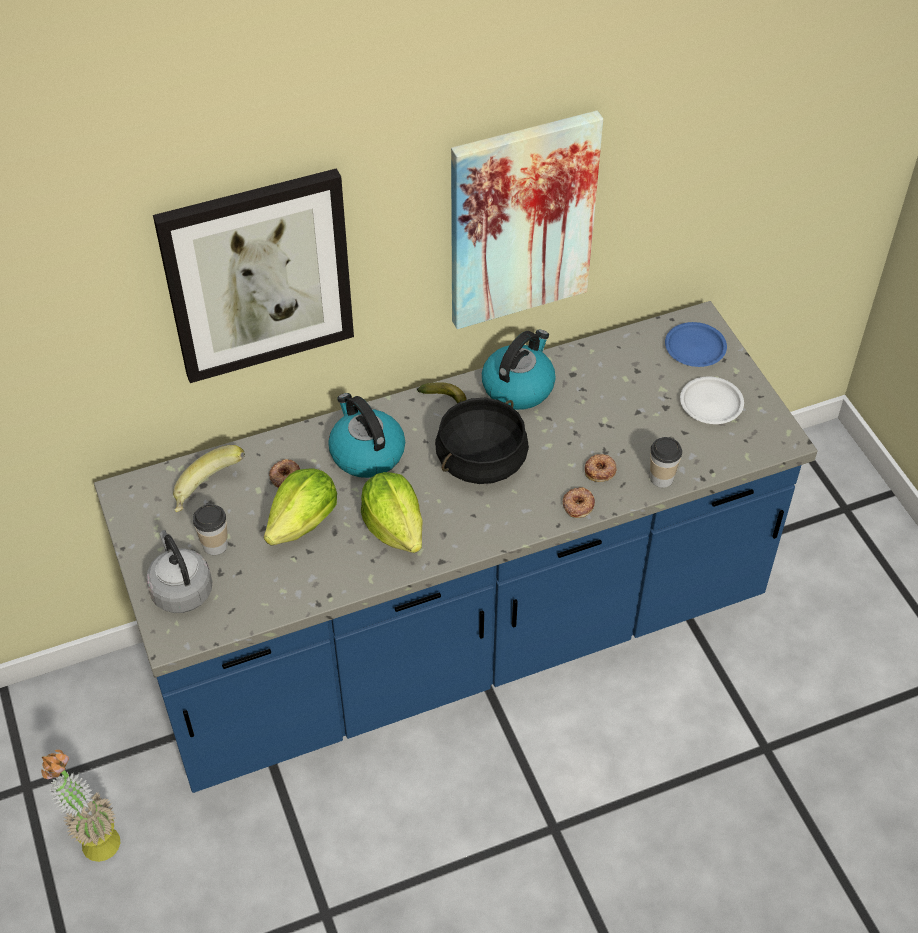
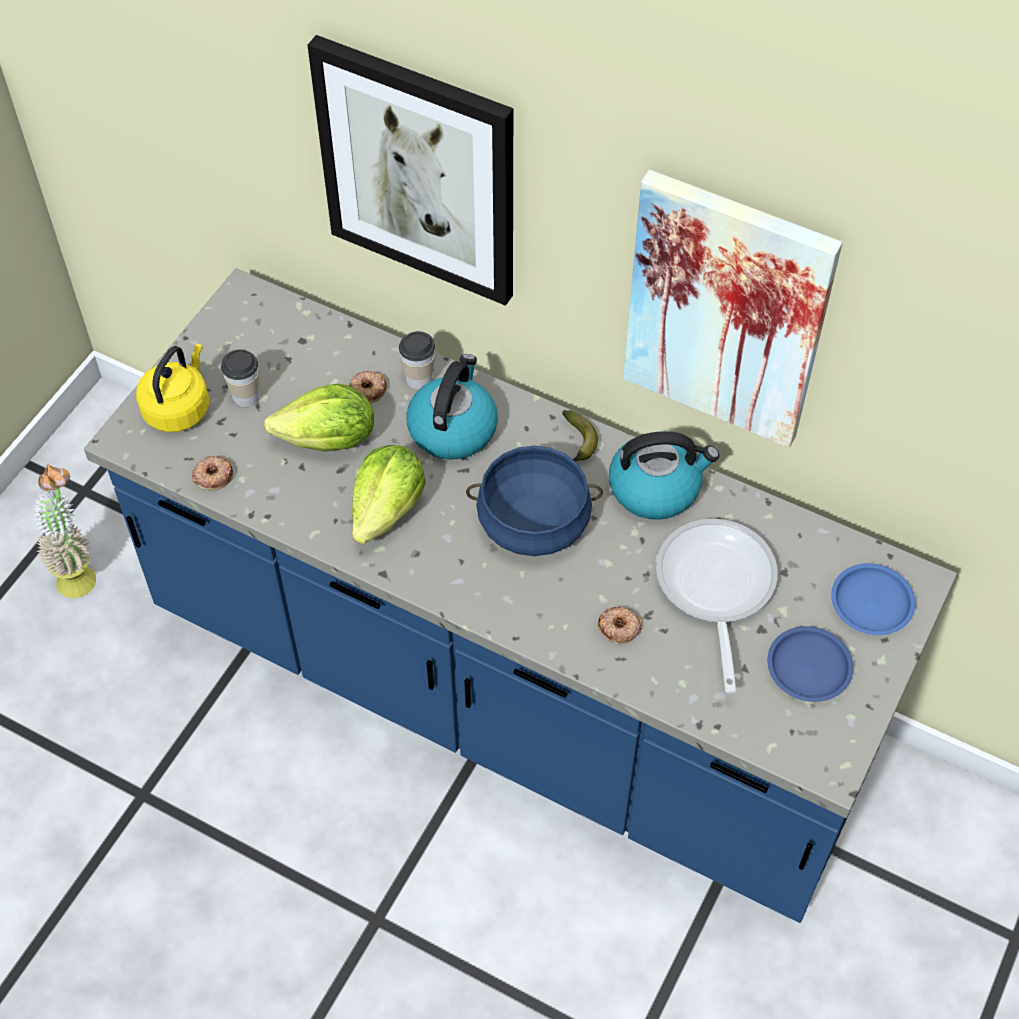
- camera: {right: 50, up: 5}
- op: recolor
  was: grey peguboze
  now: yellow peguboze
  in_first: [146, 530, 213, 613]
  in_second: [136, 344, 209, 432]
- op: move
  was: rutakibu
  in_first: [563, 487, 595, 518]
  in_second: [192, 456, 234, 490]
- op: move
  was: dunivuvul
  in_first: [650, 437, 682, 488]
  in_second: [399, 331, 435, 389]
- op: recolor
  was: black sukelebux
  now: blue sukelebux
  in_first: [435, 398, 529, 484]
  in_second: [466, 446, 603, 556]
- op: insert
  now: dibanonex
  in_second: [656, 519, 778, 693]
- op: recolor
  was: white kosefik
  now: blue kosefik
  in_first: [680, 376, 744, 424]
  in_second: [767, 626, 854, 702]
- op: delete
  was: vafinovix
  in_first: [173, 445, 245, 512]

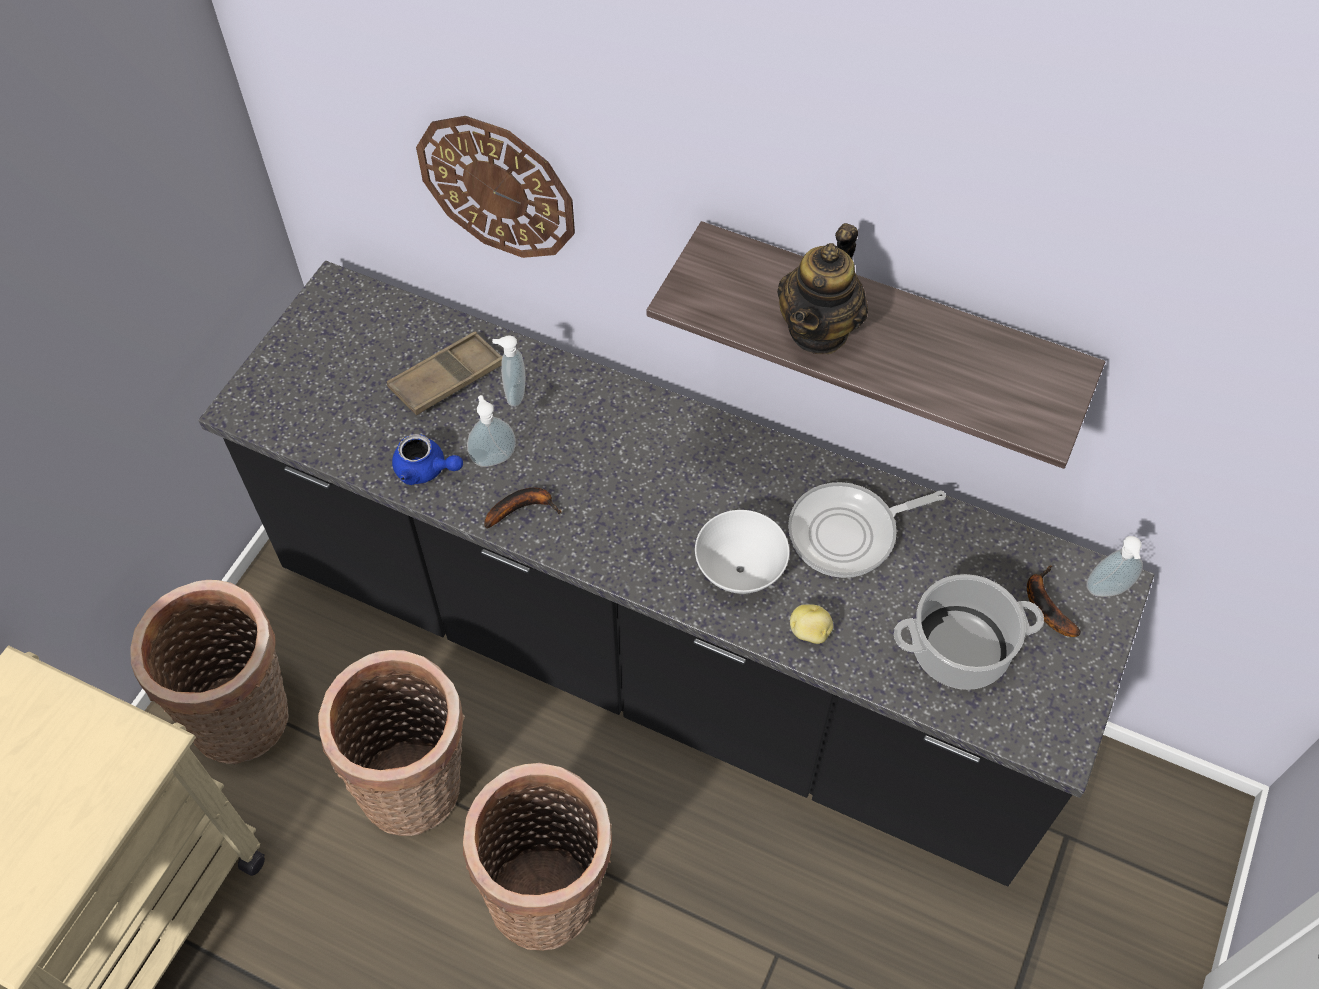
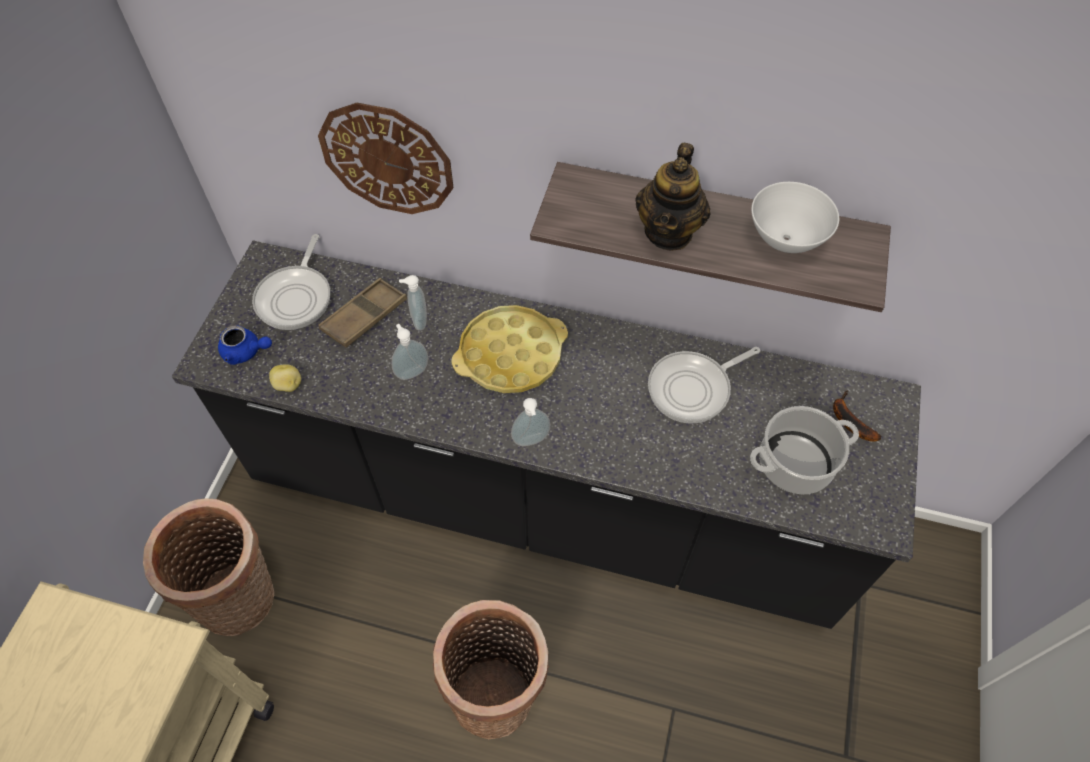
- camera: {right: -10, up: 0}
- op: move
  was: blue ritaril
  in_first: [392, 434, 463, 485]
  in_second: [218, 325, 272, 365]
- op: insert
  now: dibanonex
  in_second: [252, 234, 330, 330]
- op: move
  was: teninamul
  in_first: [790, 604, 833, 644]
  in_second: [269, 364, 301, 392]
- op: insert
  now: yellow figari
  in_second: [451, 305, 568, 393]
- op: move
  was: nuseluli
  in_first: [1086, 536, 1143, 597]
  in_second: [511, 398, 550, 446]
- op: move
  was: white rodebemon
  in_first: [695, 510, 790, 594]
  in_second: [751, 182, 839, 253]
- op: delete
  was: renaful
  in_first: [318, 650, 465, 836]
- op: delete
  was: vafinovix
  in_first: [485, 488, 561, 529]

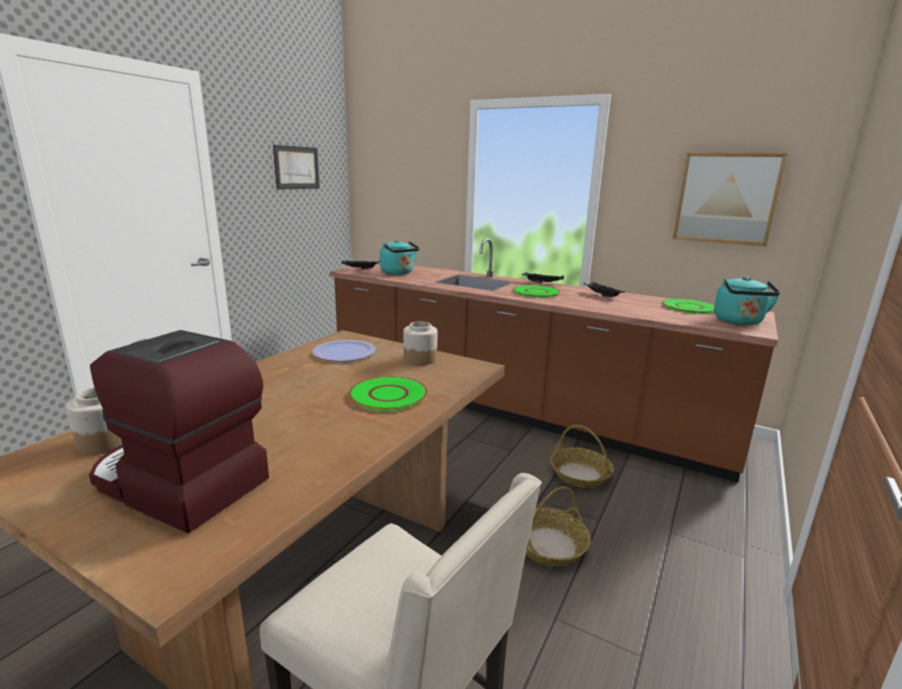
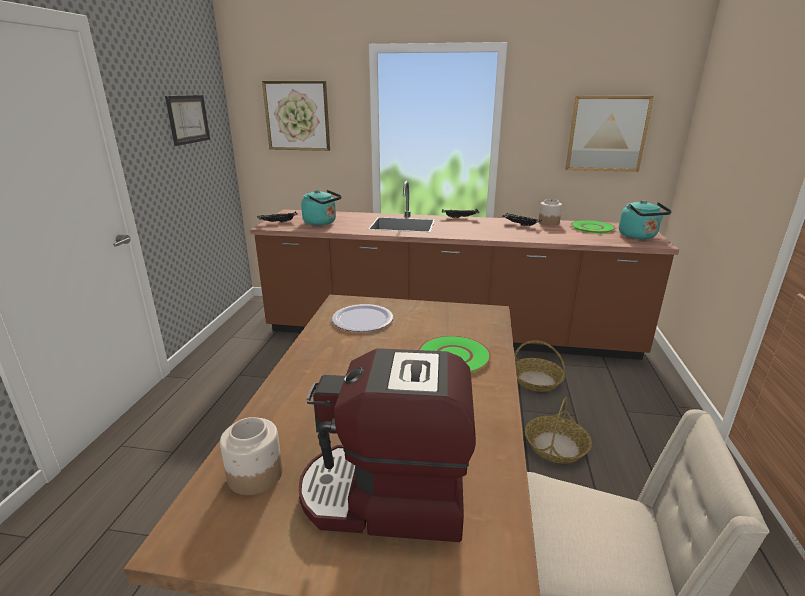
- camera: {right: -20, up: 5}
- op: insert
  now: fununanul
  in_second: [262, 81, 330, 151]
- op: move
  was: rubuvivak
  in_first: [403, 321, 437, 365]
  in_second: [539, 199, 562, 226]
- op: delete
  was: green kosefik
  in_first: [513, 285, 560, 298]

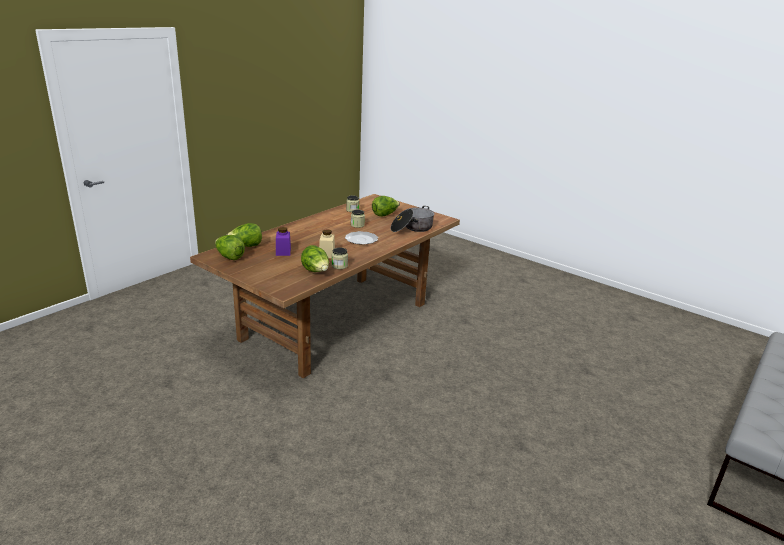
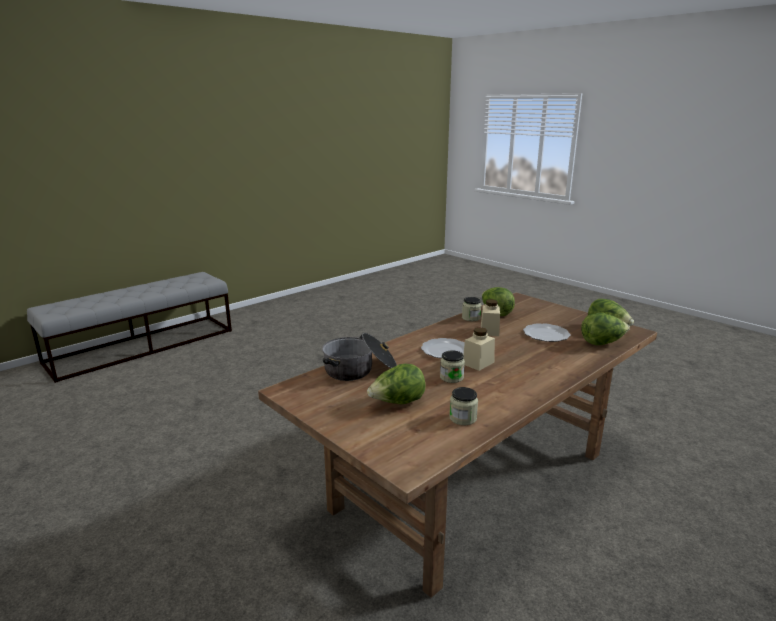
- camera: {right: -170, up: -5}
- op: insert
  now: beige rubuvivak
  in_second: [463, 327, 495, 371]
- op: replace
  was: purple rubuvivak
  now: kosefik
  in_first: [276, 227, 291, 256]
  in_second: [523, 323, 570, 342]

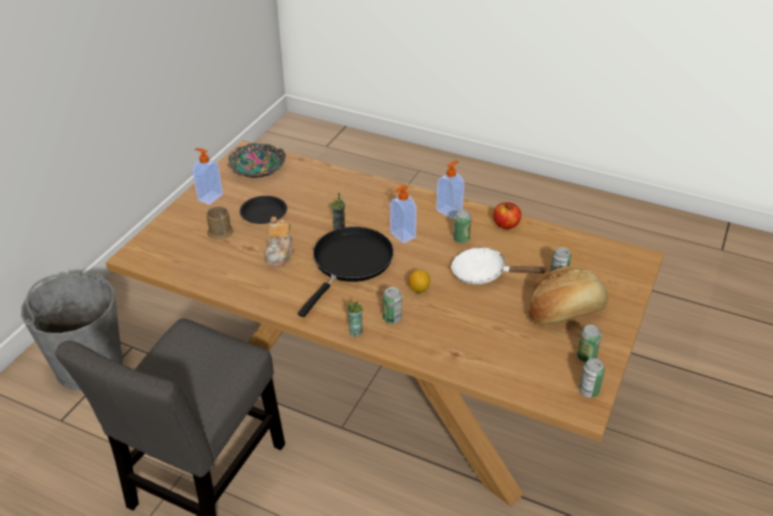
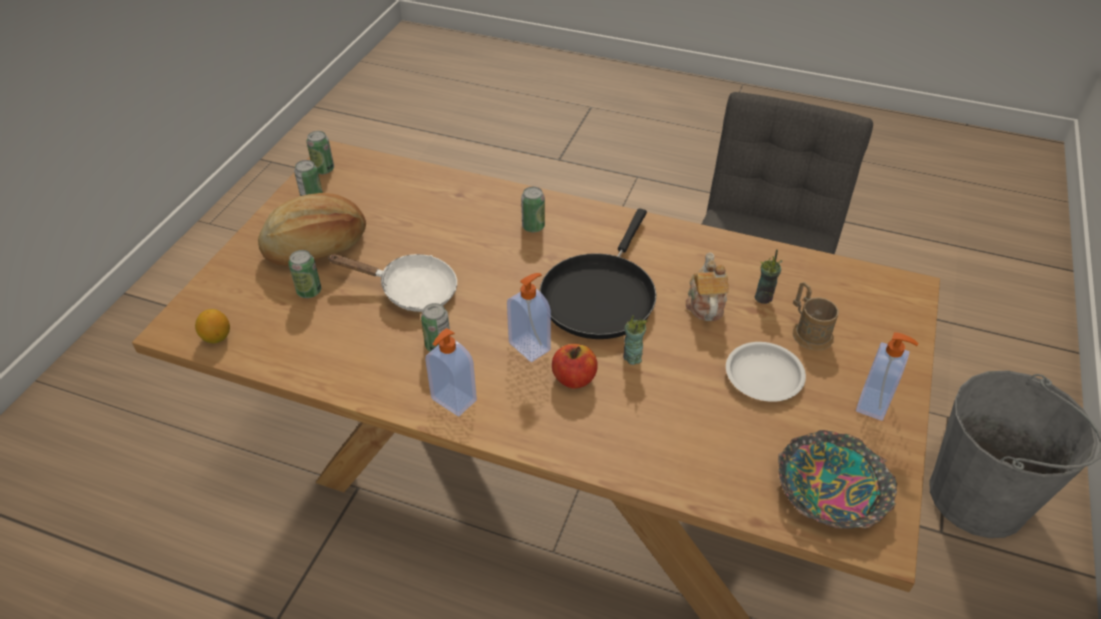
- camera: {right: 175, up: 5}
- op: move
  was: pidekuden
  in_first: [408, 269, 430, 293]
  in_second: [195, 309, 230, 343]
- op: move
  was: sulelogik
  in_first: [493, 202, 521, 229]
  in_second: [552, 344, 598, 389]
- op: recolor
  was: black kosefik
  now: white kosefik
  in_first: [240, 196, 287, 224]
  in_second: [726, 342, 806, 402]
- op: move
  was: dunivuvul
  in_first: [347, 301, 363, 337]
  in_second: [755, 249, 782, 304]

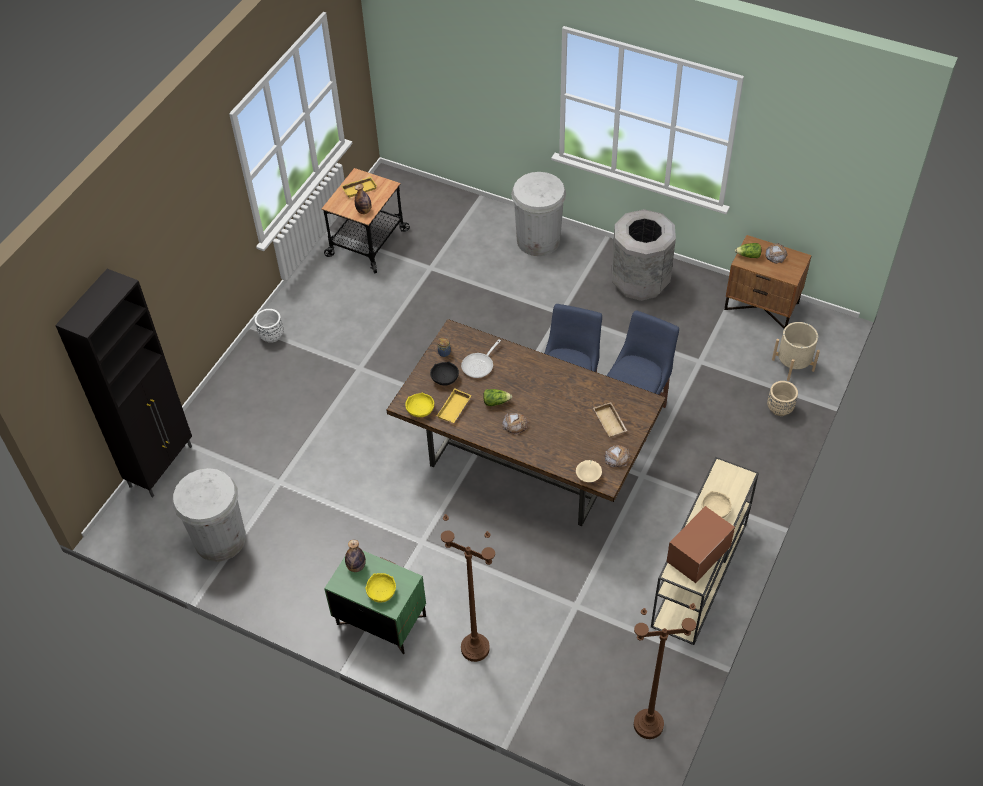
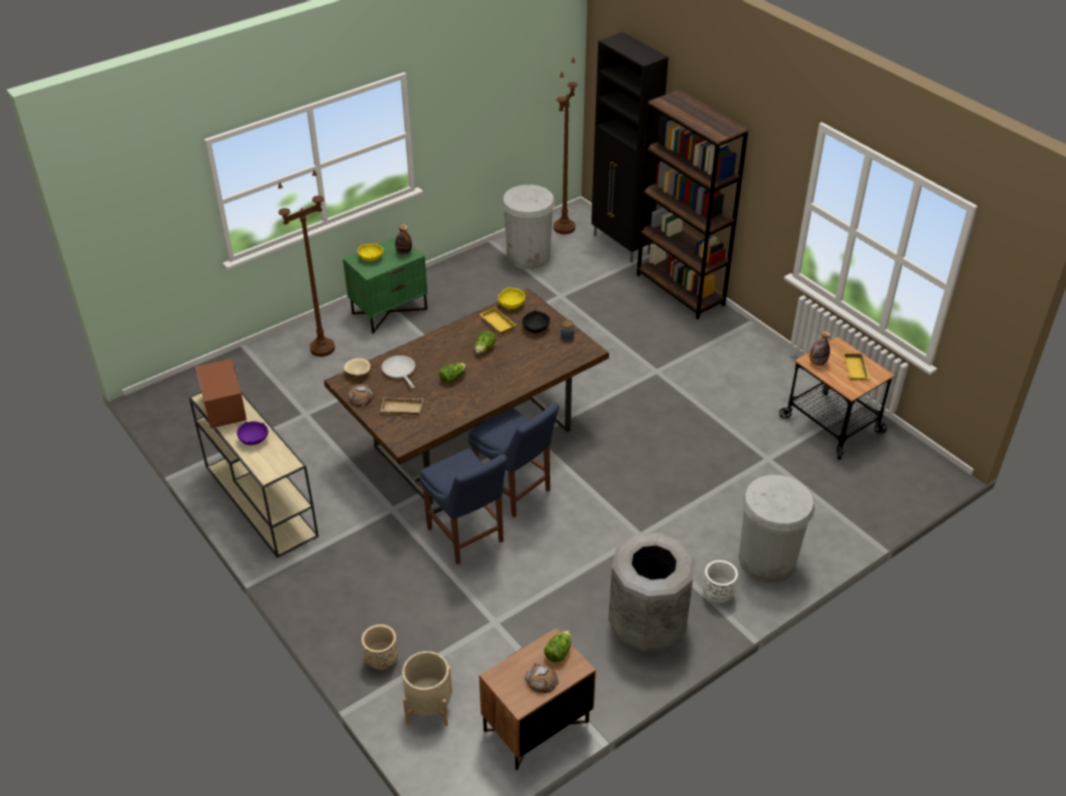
- camera: {right: 115, up: -10}
- op: recolor
  was: beige rodebemon
  now: purple rodebemon
  in_first: [701, 491, 732, 518]
  in_second: [237, 421, 268, 445]
- op: move
  was: dibanonex
  in_first: [461, 339, 501, 378]
  in_second: [382, 355, 415, 388]
- op: insert
  now: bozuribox
  in_second: [439, 363, 466, 384]
- op: move
  was: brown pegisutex
  in_first: [634, 603, 696, 739]
  in_second: [554, 57, 578, 234]
- op: insert
  now: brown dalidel
  in_second: [637, 90, 749, 319]
- op: move
  was: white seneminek
  in_first: [255, 309, 283, 343]
  in_second: [703, 560, 738, 603]
- op: delete
  was: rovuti
  in_first: [502, 413, 529, 435]

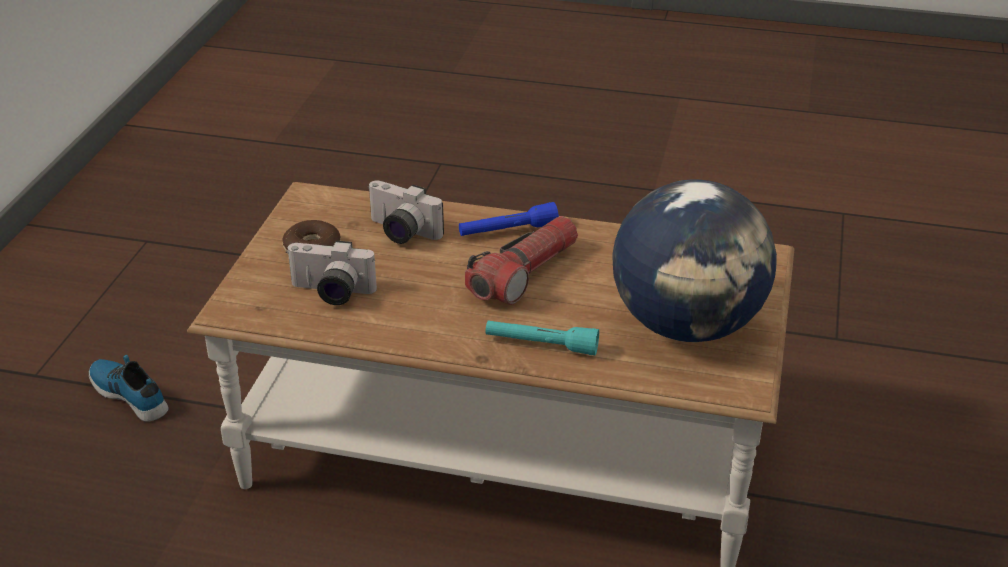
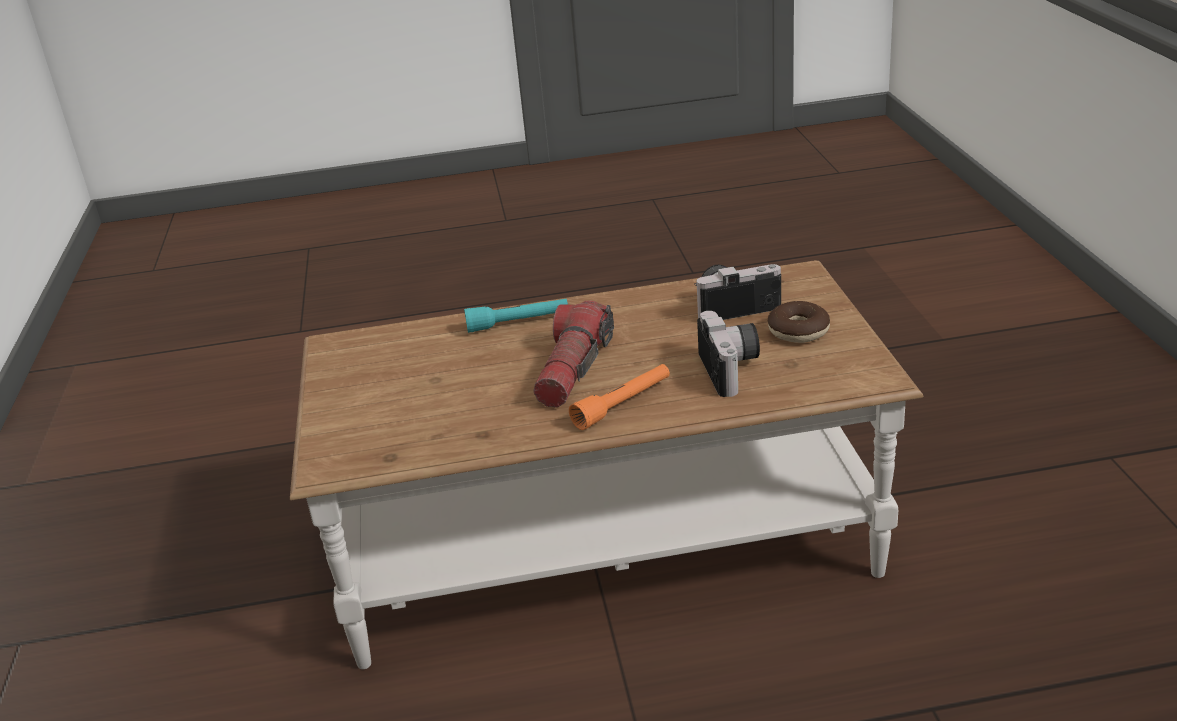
- camera: {right: 160, up: -5}
- op: recolor
  was: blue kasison
  now: orange kasison
  in_first: [459, 202, 559, 236]
  in_second: [569, 364, 670, 430]
- op: rotate
  was: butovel
  in_first: [367, 180, 444, 244]
  in_second: [697, 311, 760, 397]
  clockwise: 75
- op: delete
  was: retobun
  in_first: [89, 355, 169, 422]
- op: delete
  was: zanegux
  in_first: [612, 179, 777, 342]

